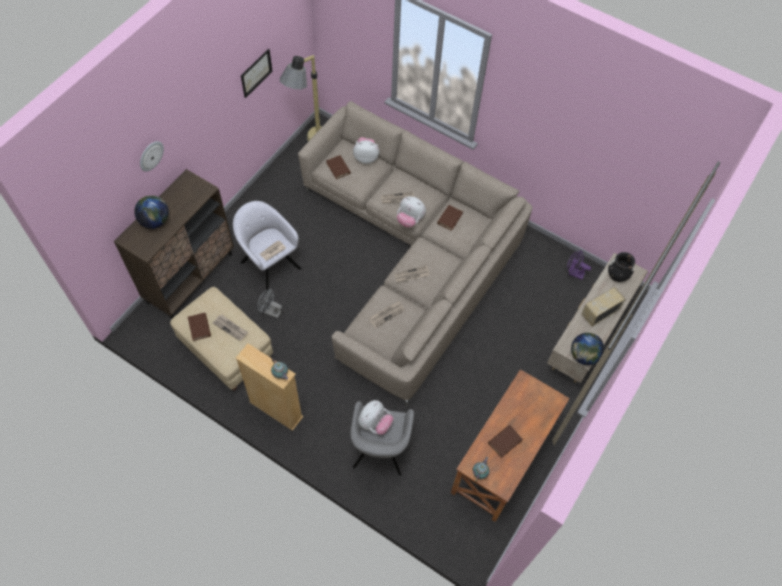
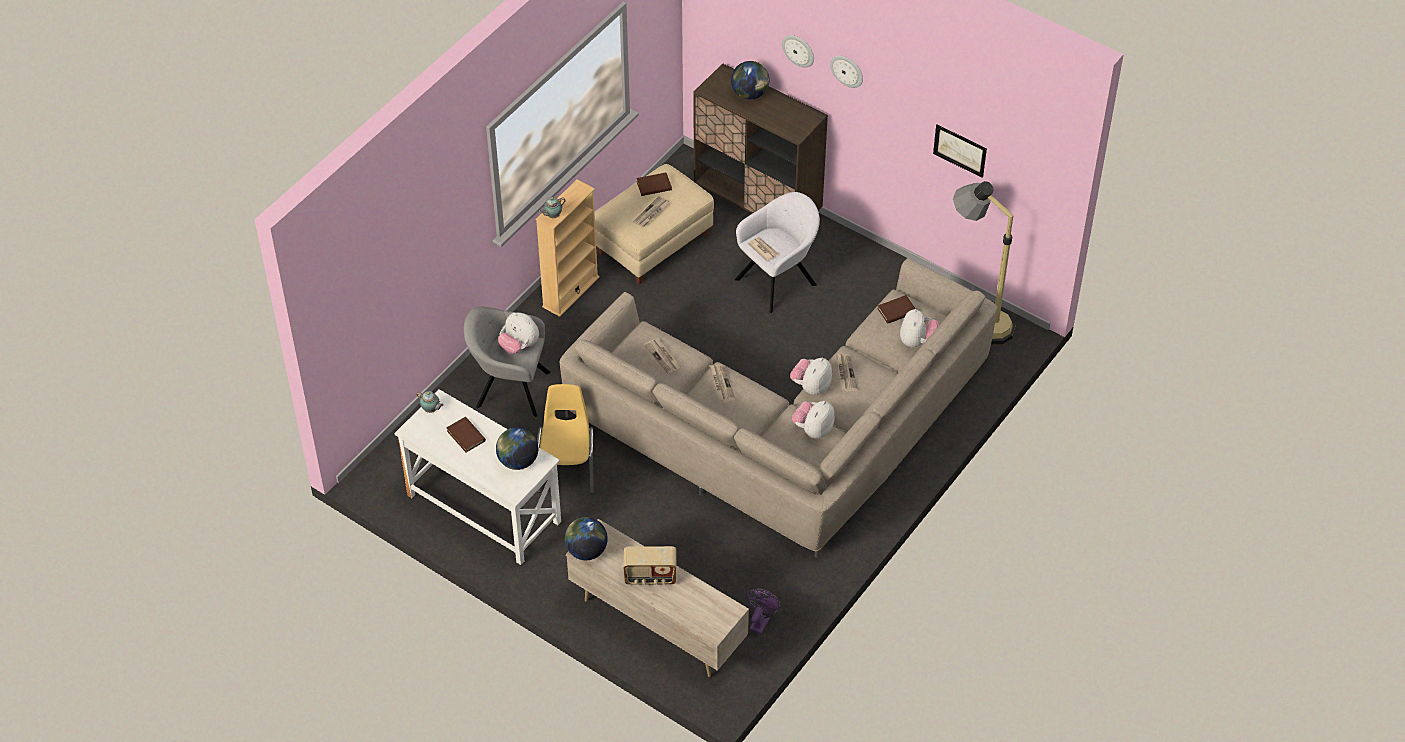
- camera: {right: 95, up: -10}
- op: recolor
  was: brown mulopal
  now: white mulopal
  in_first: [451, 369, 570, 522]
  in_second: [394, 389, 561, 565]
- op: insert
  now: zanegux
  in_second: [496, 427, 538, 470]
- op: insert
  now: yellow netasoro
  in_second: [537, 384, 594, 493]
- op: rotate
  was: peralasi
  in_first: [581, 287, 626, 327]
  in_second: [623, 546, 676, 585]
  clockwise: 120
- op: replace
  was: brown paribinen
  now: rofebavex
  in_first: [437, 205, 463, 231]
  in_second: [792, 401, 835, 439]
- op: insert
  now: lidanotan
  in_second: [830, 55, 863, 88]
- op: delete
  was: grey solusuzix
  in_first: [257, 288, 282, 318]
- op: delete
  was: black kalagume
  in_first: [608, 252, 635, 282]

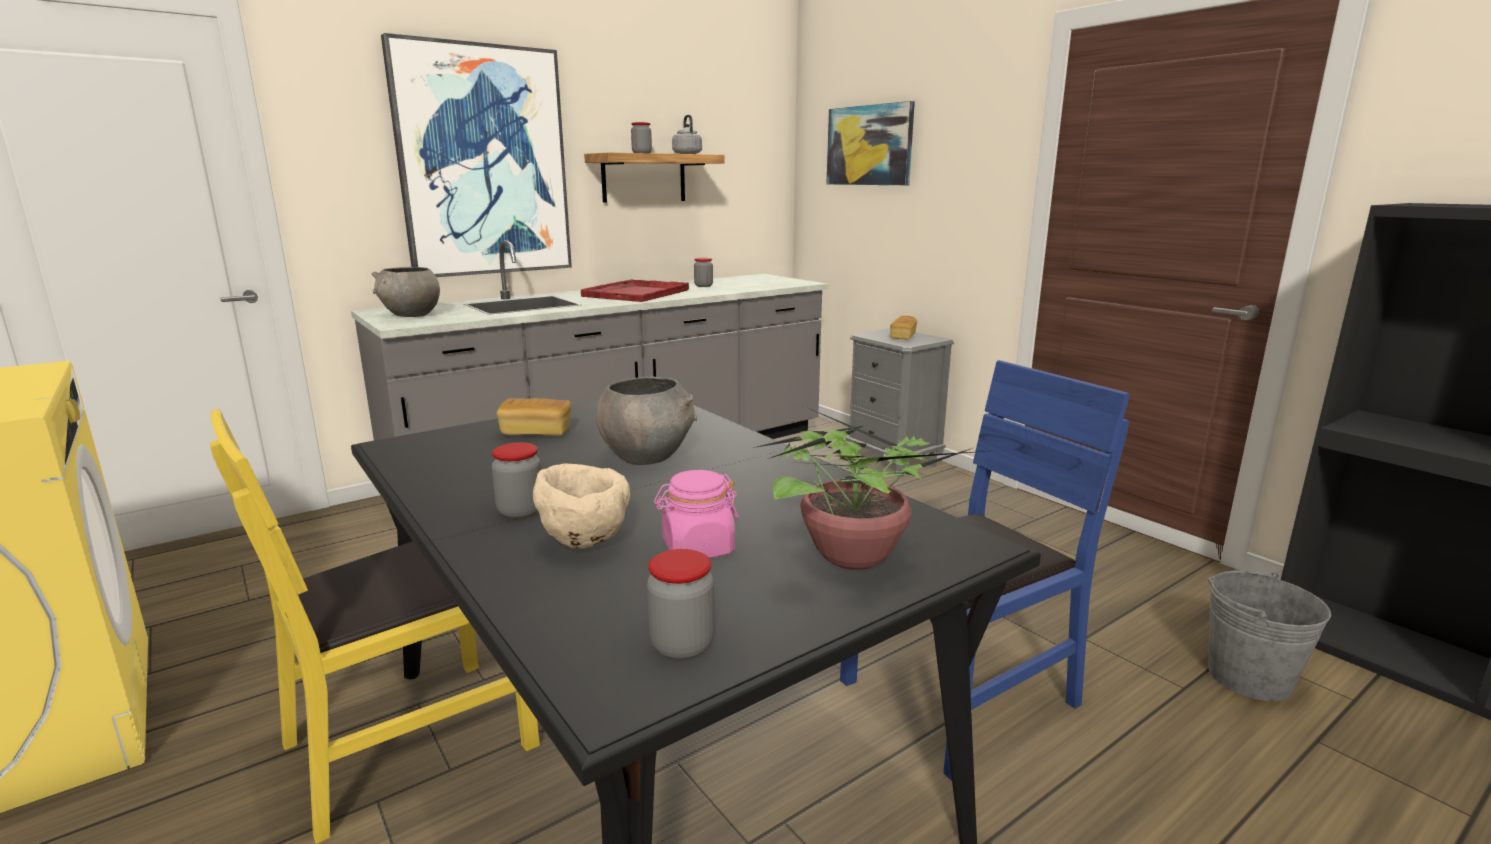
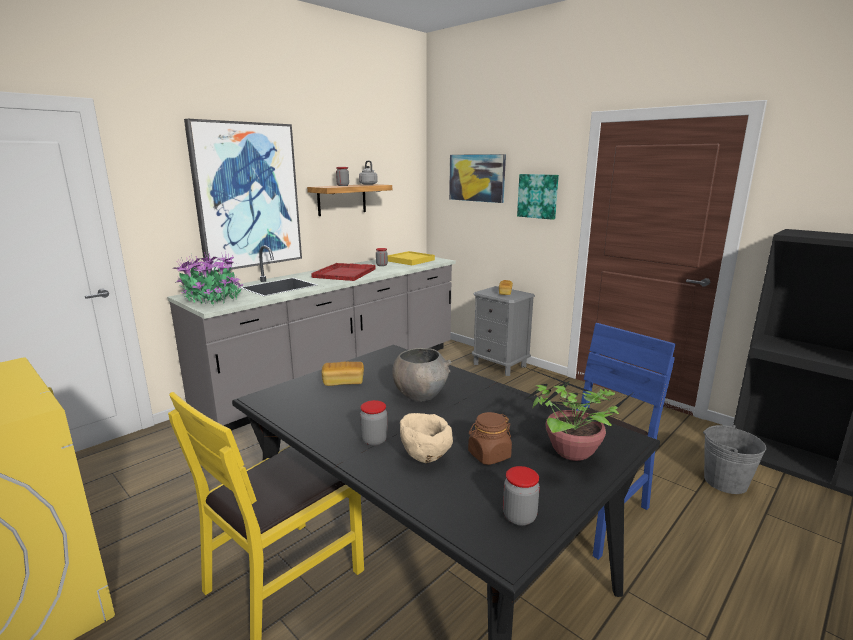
- camera: {right: -10, up: 0}
- op: replace
  was: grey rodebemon
  now: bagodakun
  in_first: [372, 267, 440, 317]
  in_second: [173, 251, 243, 304]
- op: insert
  now: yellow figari
  in_second: [388, 251, 435, 265]
- op: recolor
  was: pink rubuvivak
  now: brown rubuvivak
  in_first: [654, 470, 739, 558]
  in_second: [468, 412, 512, 465]
- op: insert
  now: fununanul
  in_second: [517, 174, 559, 220]

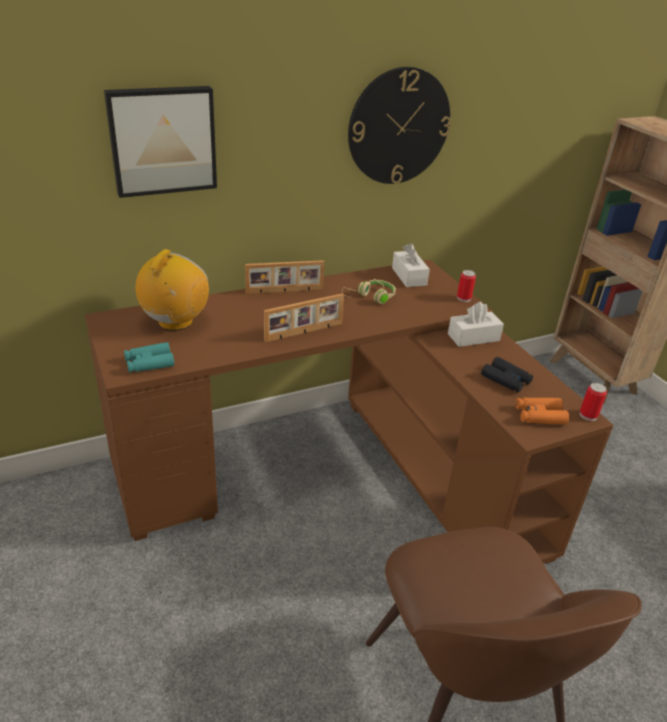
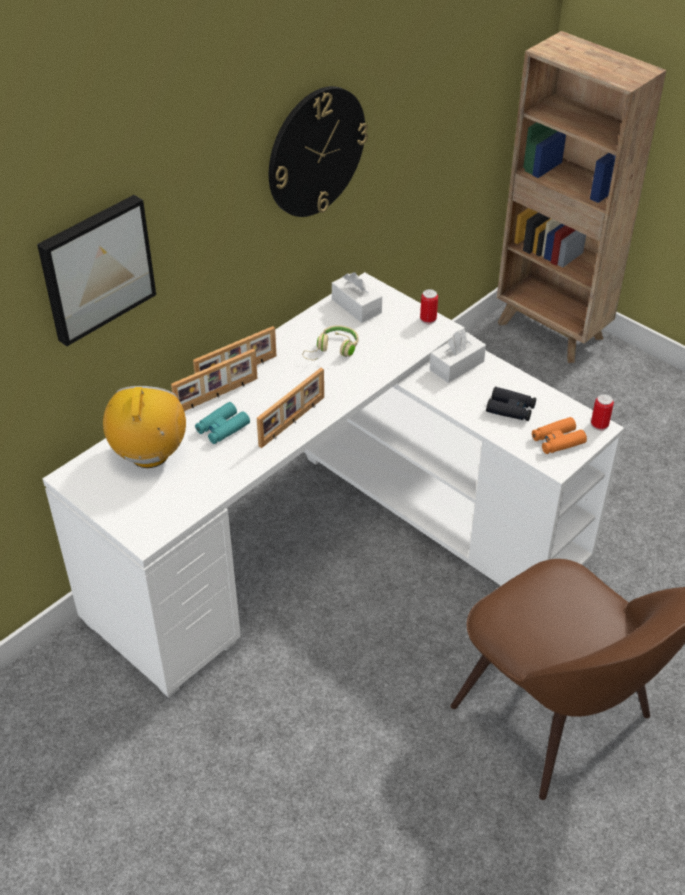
- camera: {right: -20, up: 10}
- op: recolor
  was: brown mulopal
  now: white mulopal
  in_first: [85, 259, 613, 564]
  in_second: [43, 272, 624, 698]
- op: insert
  now: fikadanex
  in_second: [171, 348, 258, 411]
- op: move
  was: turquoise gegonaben
  in_first: [124, 342, 174, 373]
  in_second: [195, 402, 250, 444]

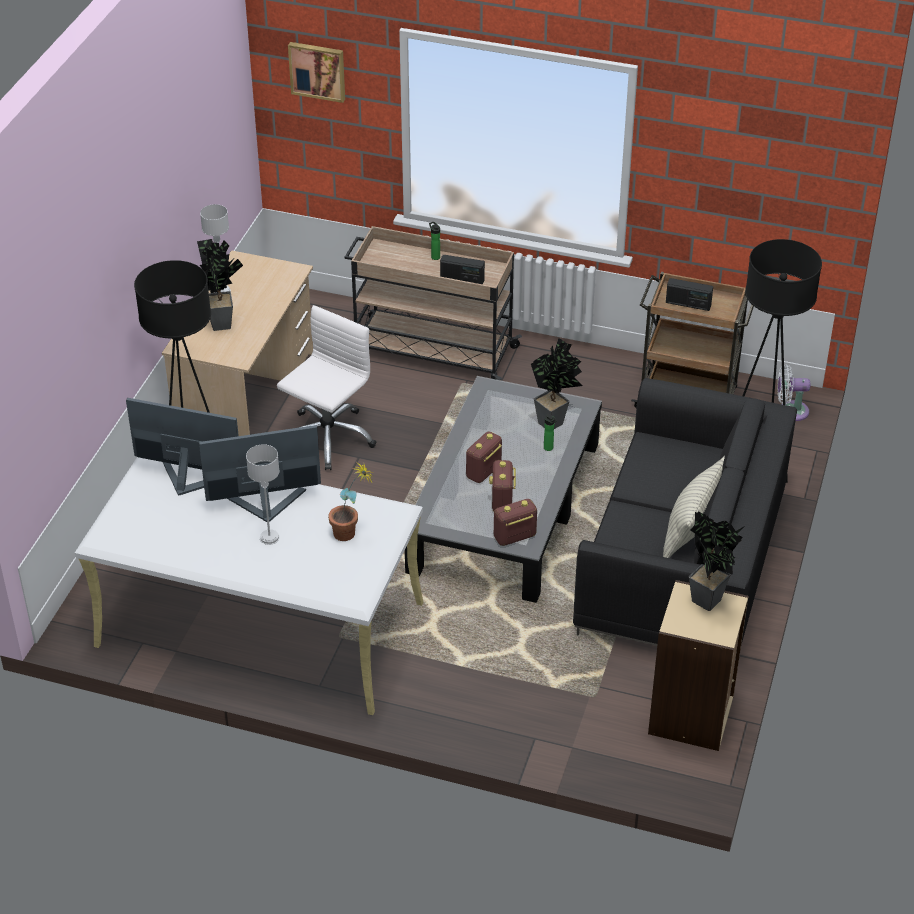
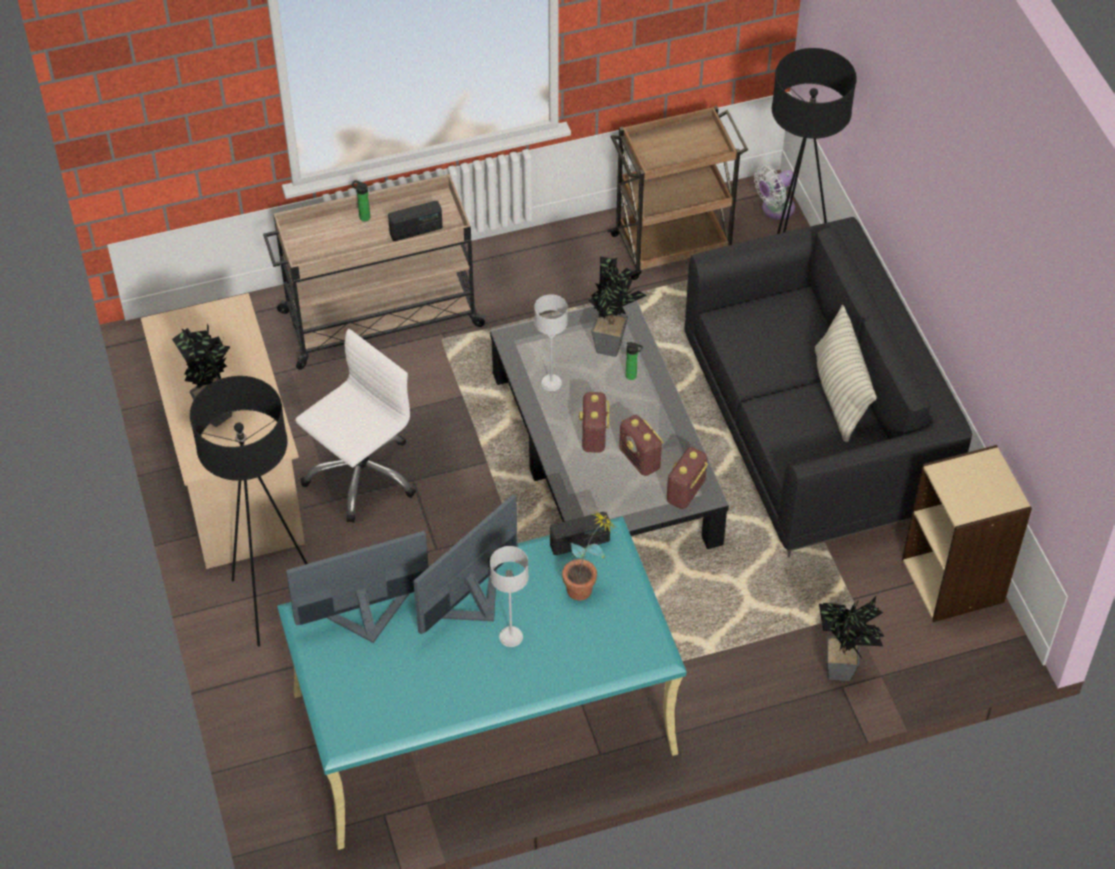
- camera: {right: -35, up: 10}
- op: recolor
  was: white mulopal
  now: turquoise mulopal
  in_first: [75, 457, 423, 715]
  in_second: [277, 516, 687, 850]
- op: rotate
  was: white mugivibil
  in_first: [277, 305, 377, 470]
  in_second: [295, 329, 416, 523]
  clockwise: 45
- op: move
  was: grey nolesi
  in_first: [200, 204, 231, 293]
  in_second: [534, 294, 568, 391]
- op: move
  was: peralasi
  in_first: [666, 278, 713, 311]
  in_second: [550, 512, 610, 555]
- op: move
  was: bagodakun
  in_first: [689, 512, 745, 611]
  in_second: [819, 596, 884, 681]
- op: delete
  was: fununanul
  in_first: [288, 42, 345, 103]

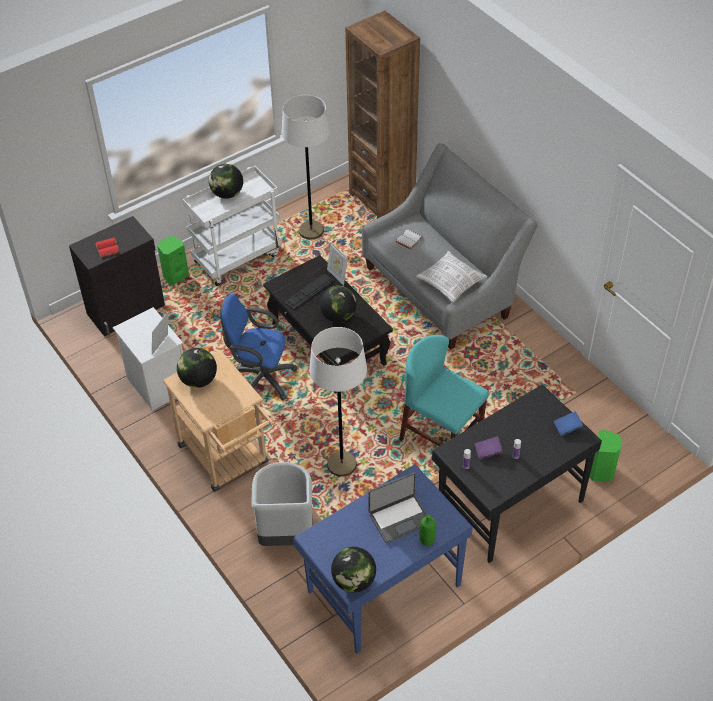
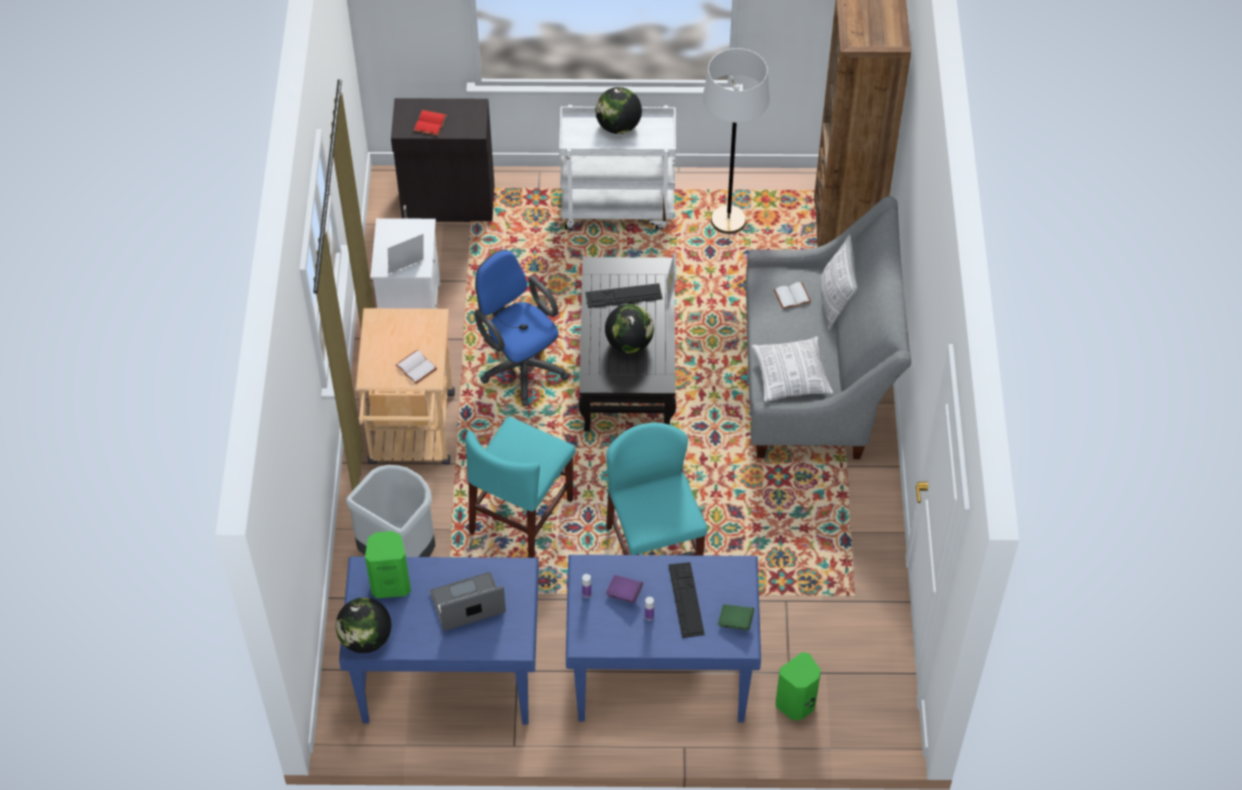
- camera: {right: 35, up: 5}
- op: move
  was: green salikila
  in_first: [157, 236, 189, 285]
  in_second: [365, 531, 411, 598]
- op: insert
  now: white paribinen
  in_second: [396, 350, 437, 384]
- op: rotate
  was: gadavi
  in_first: [368, 472, 427, 543]
  in_second: [430, 572, 506, 631]
  clockwise: 150
- op: replace
  was: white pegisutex
  now: turquoise netasoro
  in_first: [309, 327, 367, 477]
  in_second: [465, 417, 576, 558]
- op: recolor
  was: black mulopal
  now: blue mulopal
  in_first: [432, 384, 602, 563]
  in_second: [566, 555, 761, 723]
- op: insert
  now: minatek
  in_second: [668, 562, 705, 638]
- op: recolor
  was: blue paribinen
  now: green paribinen
  in_first: [554, 411, 583, 436]
  in_second: [718, 604, 755, 630]
- op: insert
  now: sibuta
  in_second: [820, 235, 857, 330]
- op: delete
  was: zanegux
  in_first: [177, 348, 217, 388]
- op: delete
  was: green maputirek
  in_first: [420, 514, 436, 546]

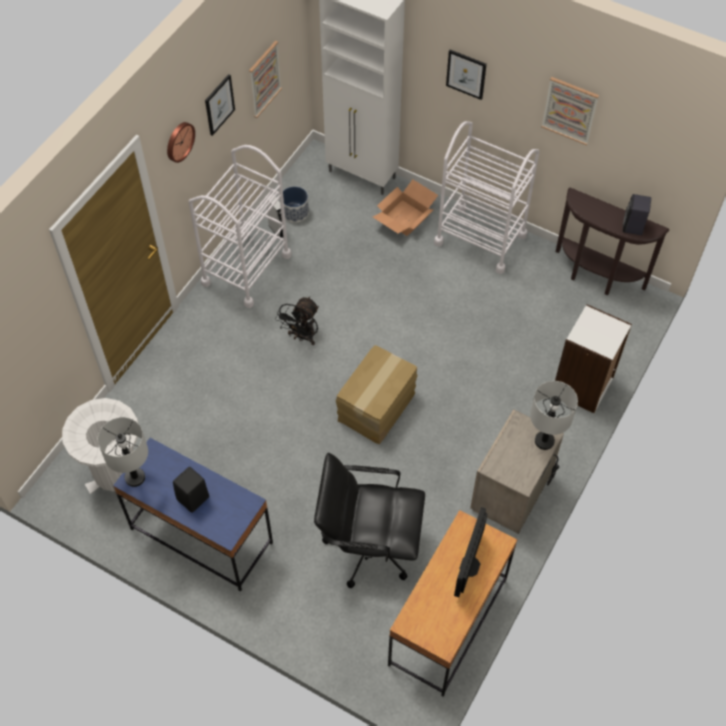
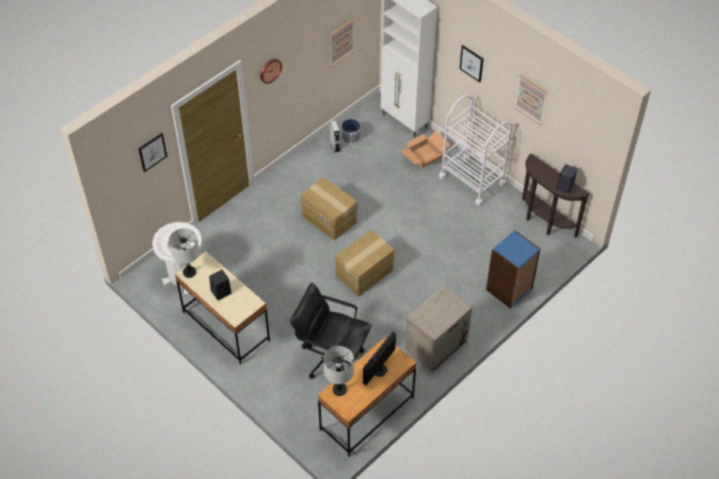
- camera: {right: 15, up: -5}
- op: move
  was: fununanul
  in_first: [205, 74, 235, 136]
  in_second: [138, 133, 167, 172]
- op: recolor
  was: blue mulopal
  now: beige mulopal
  in_first: [113, 438, 273, 592]
  in_second: [175, 251, 270, 365]
- op: replace
  was: black solusuzix
  now: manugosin
  in_first: [275, 297, 319, 345]
  in_second: [300, 177, 358, 241]
- op: move
  was: grey nolesi
  in_first: [530, 381, 578, 450]
  in_second: [324, 346, 354, 396]
- op: recolor
  was: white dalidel
  now: blue dalidel
  in_first: [555, 304, 632, 413]
  in_second: [486, 230, 541, 309]
- op: delete
  was: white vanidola
  in_first: [189, 145, 292, 308]

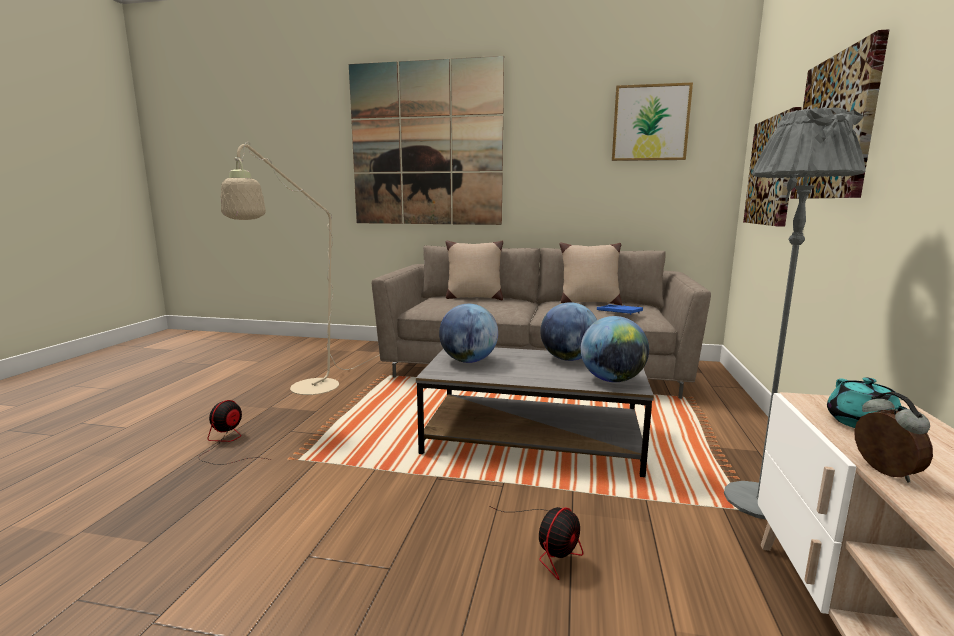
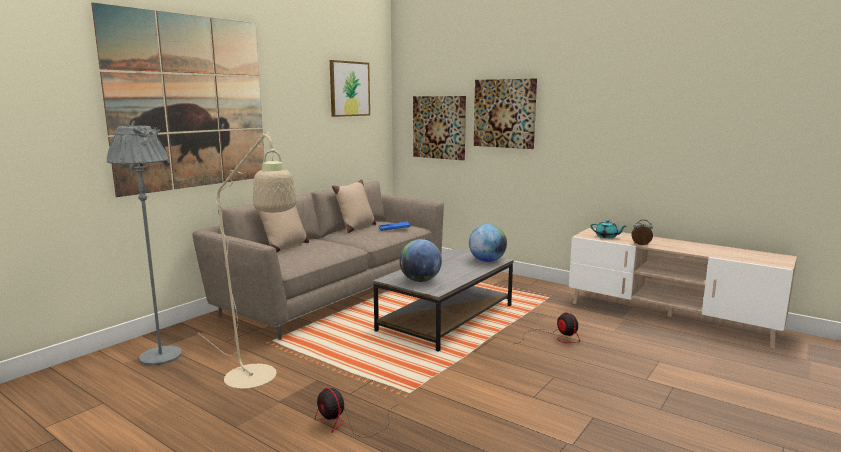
- camera: {right: -65, up: 0}
- op: move
  was: grey pegisutex
  in_first: [724, 107, 865, 520]
  in_second: [107, 125, 182, 366]
- op: delete
  was: zanegux
  in_first: [540, 302, 597, 361]

